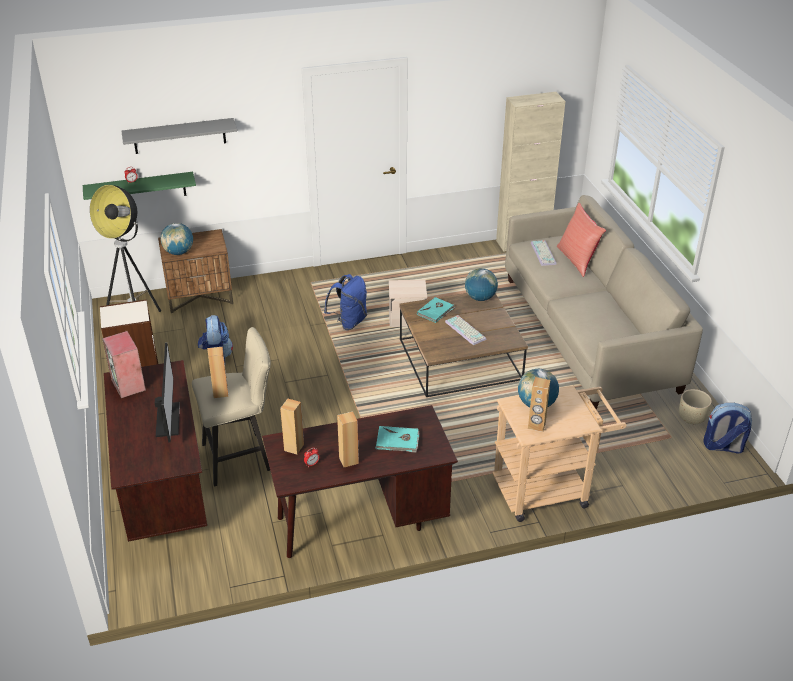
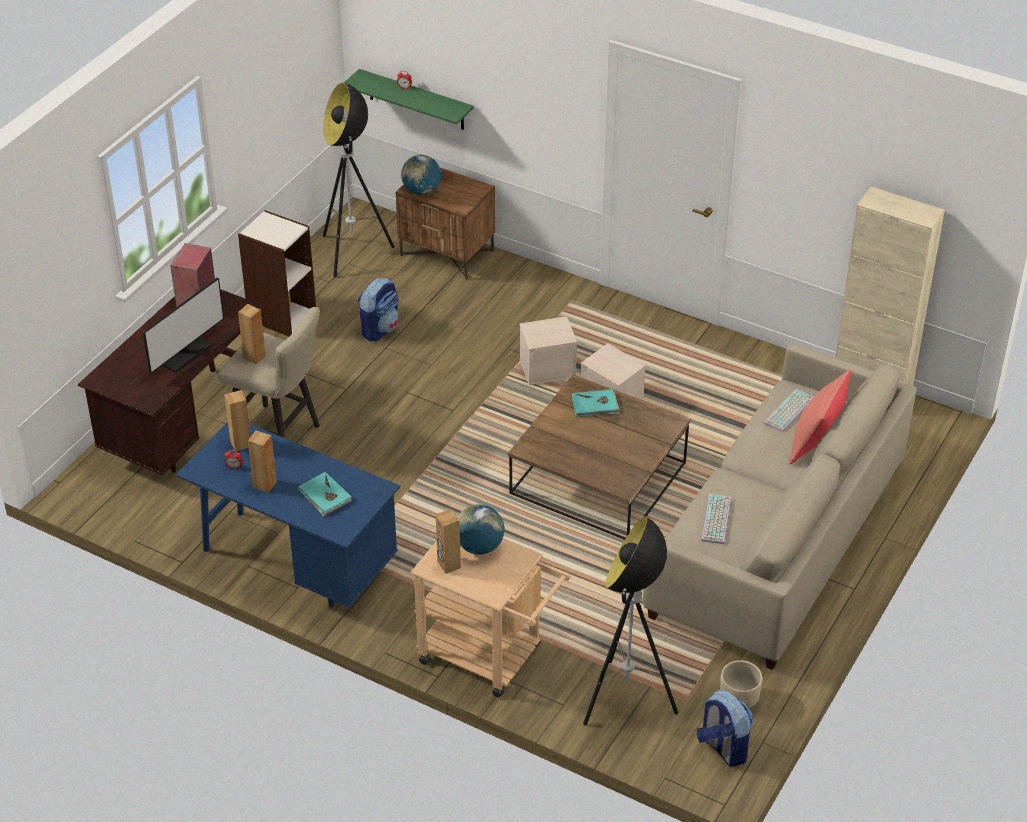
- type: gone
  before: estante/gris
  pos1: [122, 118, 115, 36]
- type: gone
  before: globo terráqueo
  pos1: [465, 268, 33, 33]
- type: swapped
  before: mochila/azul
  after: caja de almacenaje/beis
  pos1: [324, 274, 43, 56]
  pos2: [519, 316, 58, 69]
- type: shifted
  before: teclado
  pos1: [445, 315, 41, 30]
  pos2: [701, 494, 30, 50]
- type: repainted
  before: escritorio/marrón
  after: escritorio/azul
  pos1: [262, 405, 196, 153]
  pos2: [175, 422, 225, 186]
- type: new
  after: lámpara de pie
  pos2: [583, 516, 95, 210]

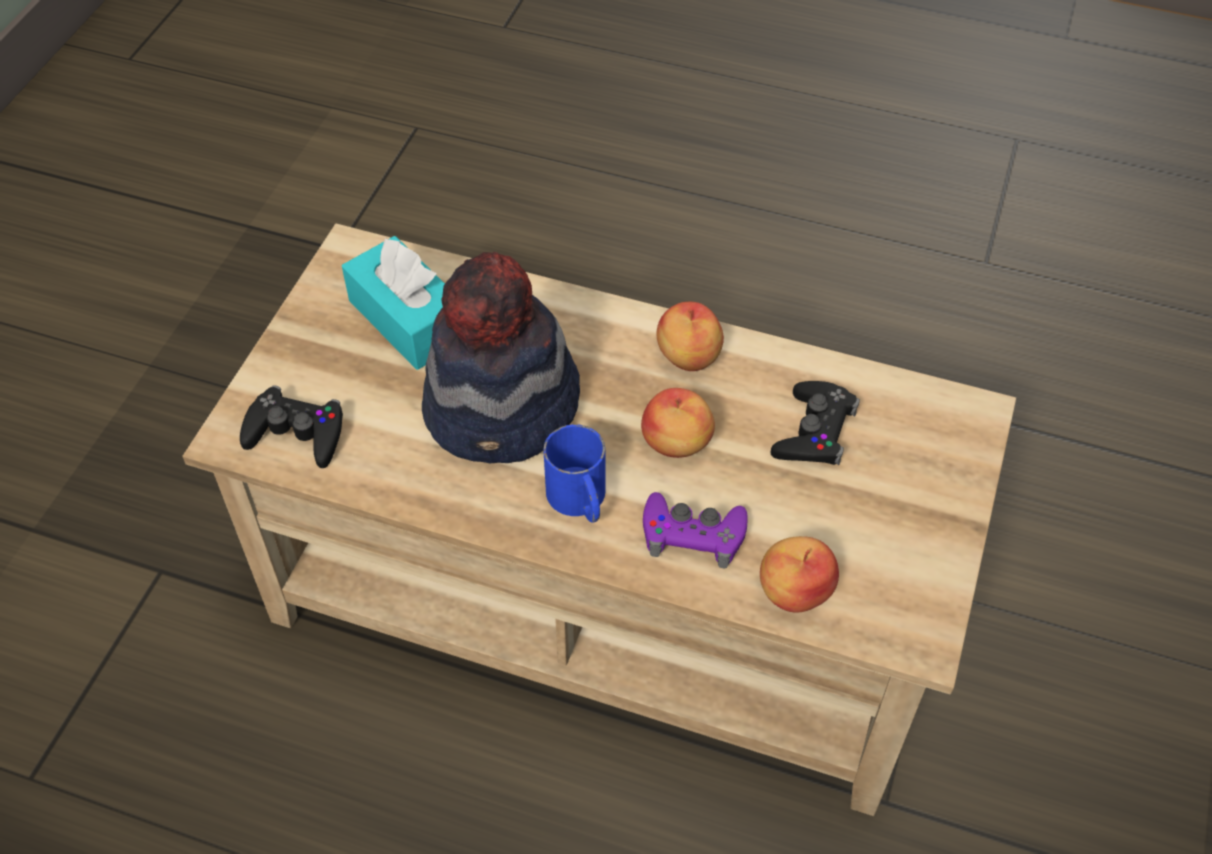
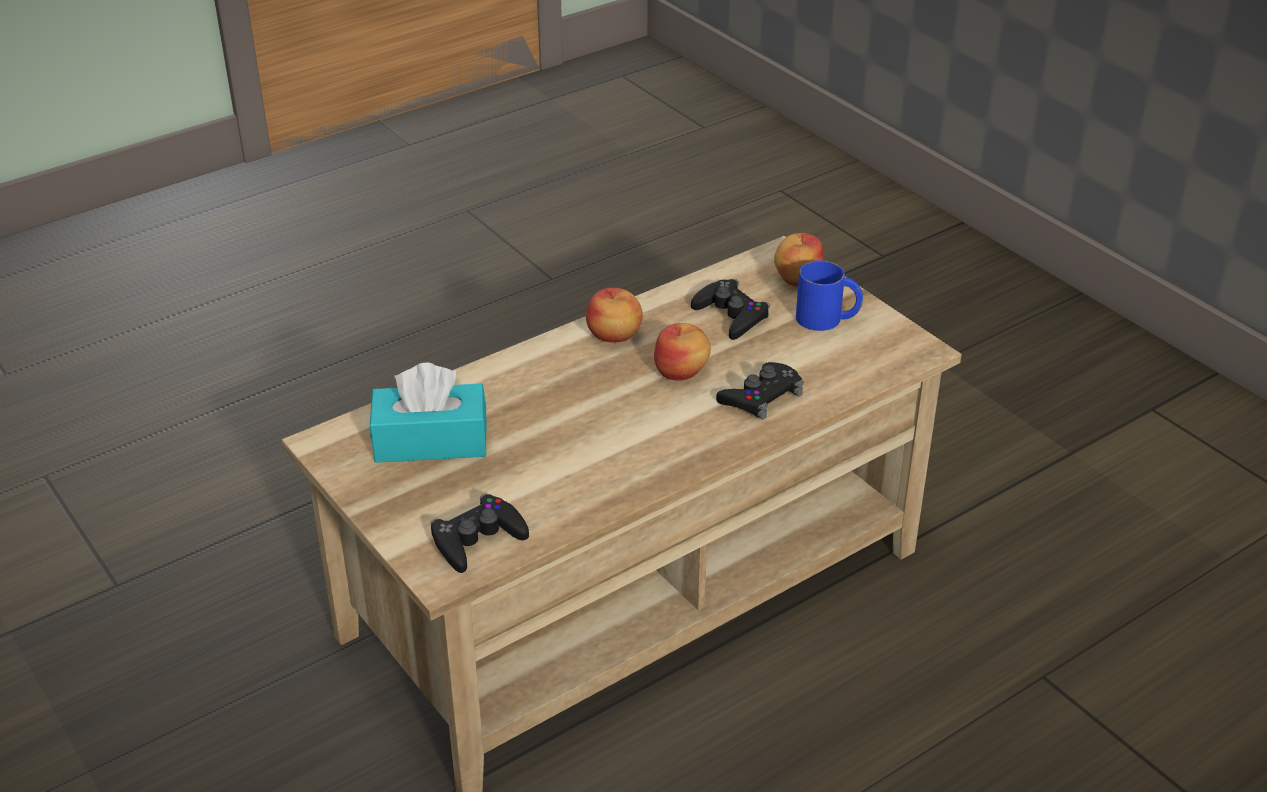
- type: gone
  before: sombrero
  pos1: [422, 252, 158, 211]
- type: shifted
  before: taza grande/azul
  pos1: [543, 424, 62, 98]
  pos2: [796, 260, 67, 71]
- type: repainted
  before: mando de consola/morado
  after: mando de consola/negro
  pos1: [643, 492, 105, 76]
  pos2: [716, 362, 88, 58]
- type: shifted
  before: manzana
  pos1: [760, 536, 79, 76]
  pos2: [774, 233, 50, 53]

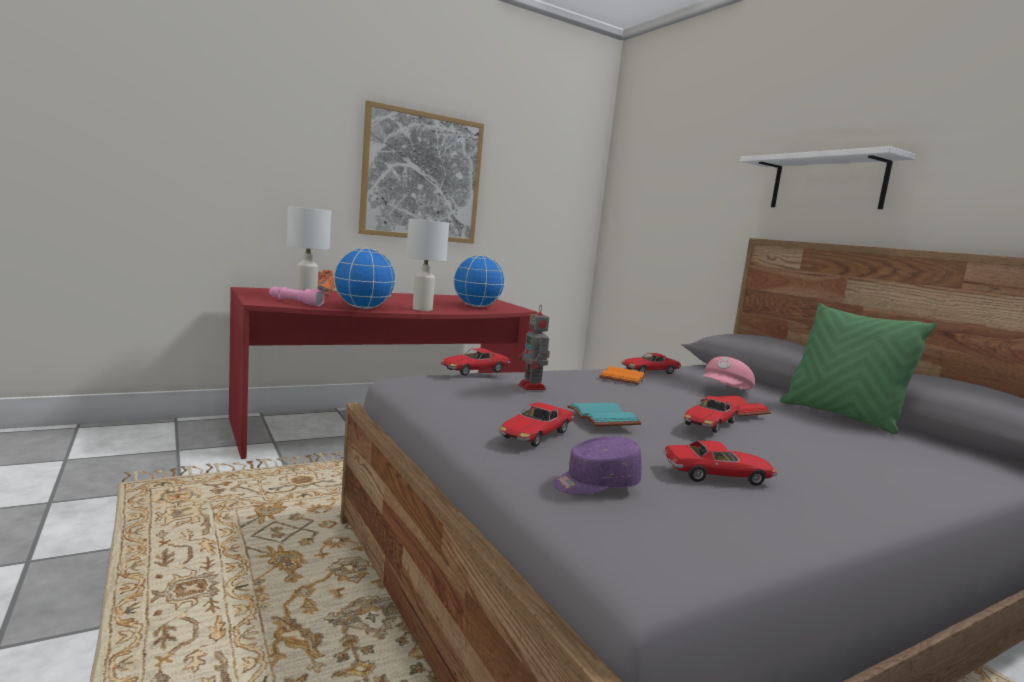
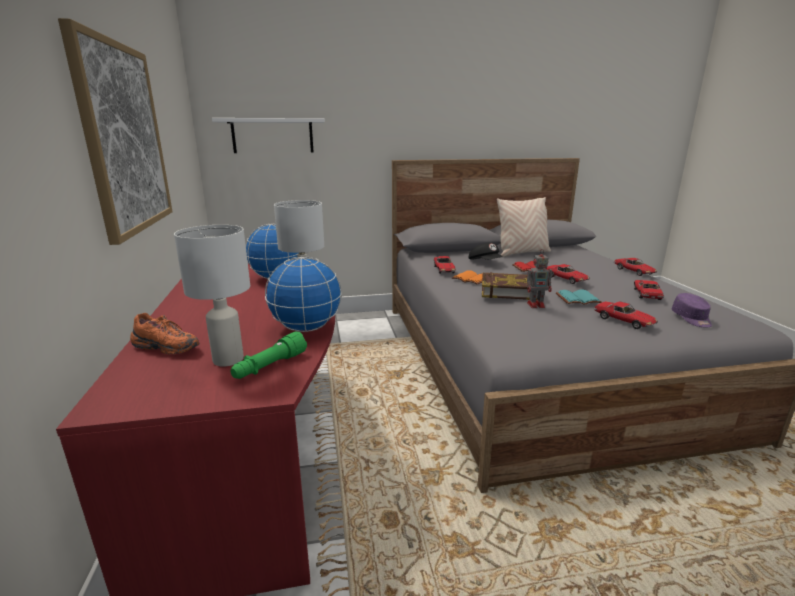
- type: shifted
  before: estante/blanco
  pos1: [740, 146, 175, 63]
  pos2: [212, 118, 113, 35]
- type: repainted
  before: linterna/rosa
  after: linterna/verde
  pos1: [269, 287, 56, 20]
  pos2: [231, 332, 76, 47]
- type: repainted
  before: cojín/verde
  after: cojín/beis
  pos1: [780, 303, 157, 131]
  pos2: [497, 197, 54, 60]
- type: shifted
  before: coche de juguete
  pos1: [440, 348, 70, 28]
  pos2: [614, 258, 44, 18]
- type: repainted
  before: gorra/rosa
  after: gorra/negro
  pos1: [702, 356, 53, 33]
  pos2: [468, 243, 35, 17]
- type: new
  after: libro
  pos2: [482, 272, 56, 28]

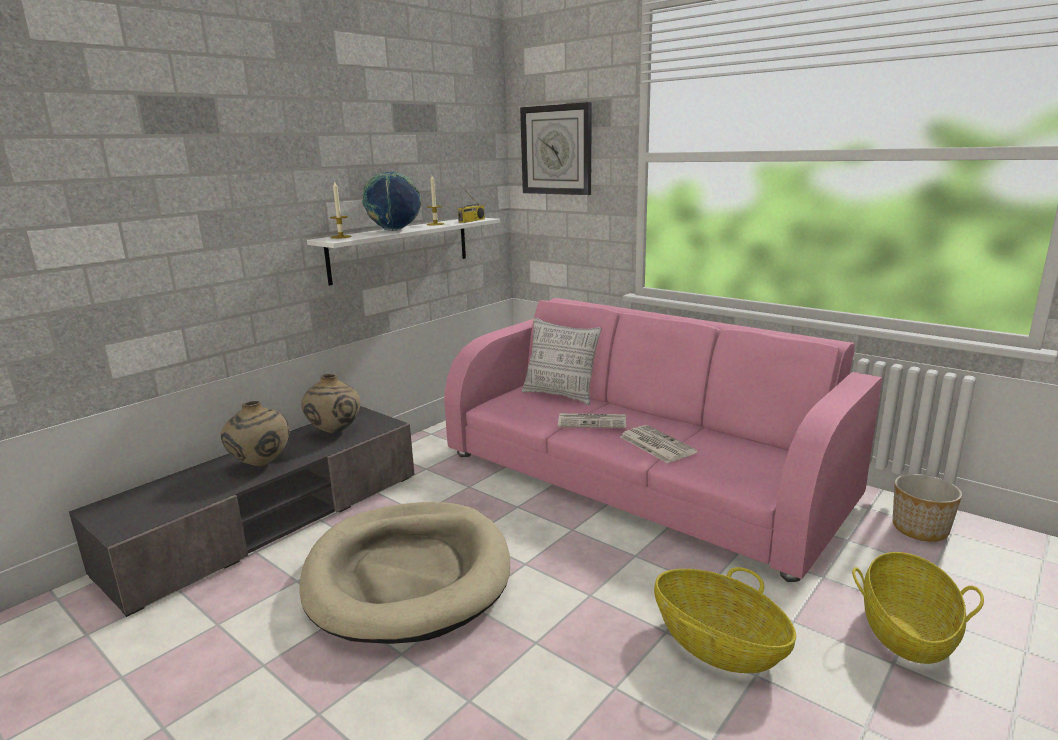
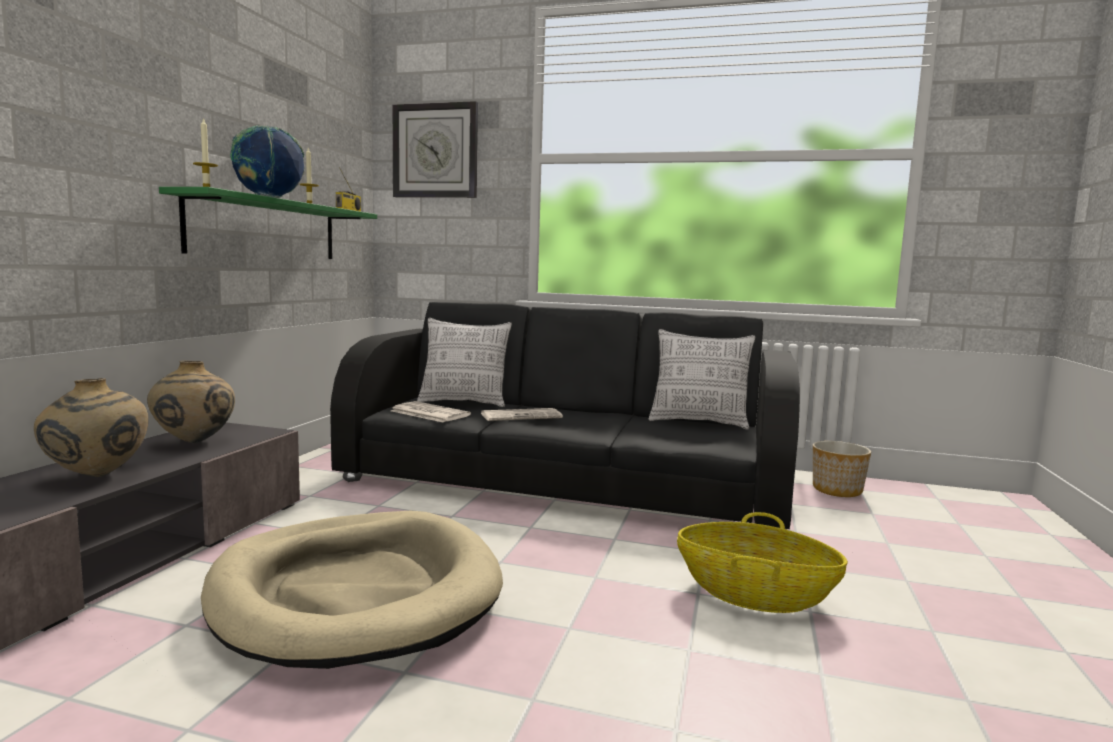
- type: repainted
  before: estante/blanco
  after: estante/verde
  pos1: [307, 218, 193, 68]
  pos2: [159, 187, 218, 72]
- type: repainted
  before: sofá/rosa
  after: sofá/negro
  pos1: [444, 298, 438, 284]
  pos2: [330, 302, 470, 227]
- type: shifted
  before: periódico
  pos1: [620, 425, 77, 38]
  pos2: [391, 401, 80, 21]
- type: gone
  before: cesta
  pos1: [852, 552, 132, 112]
- type: new
  after: cojín
  pos2: [649, 329, 106, 101]

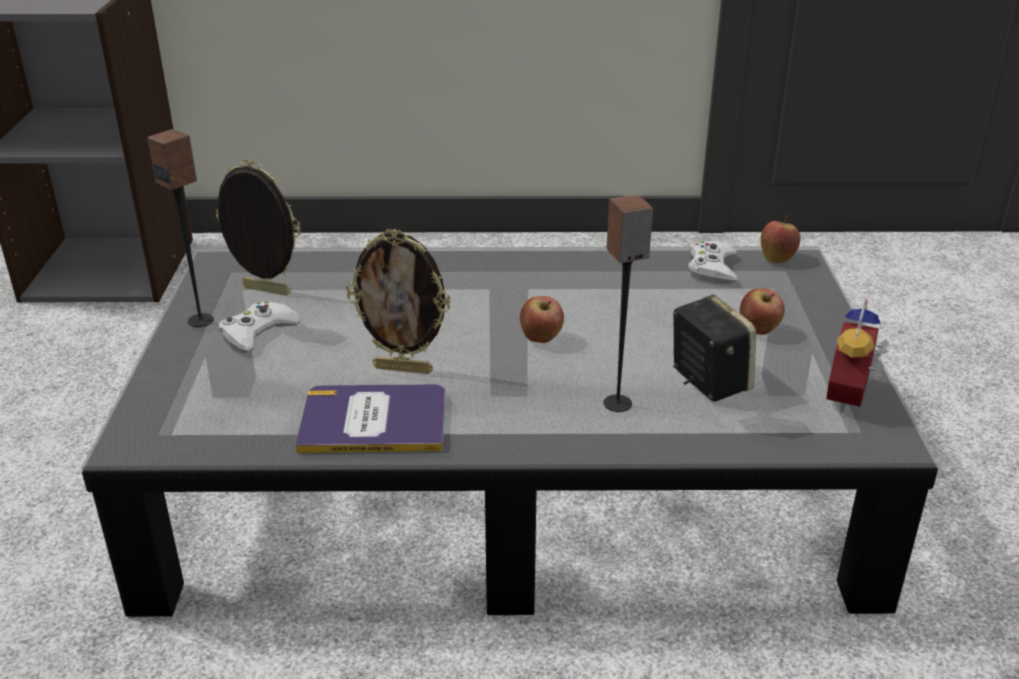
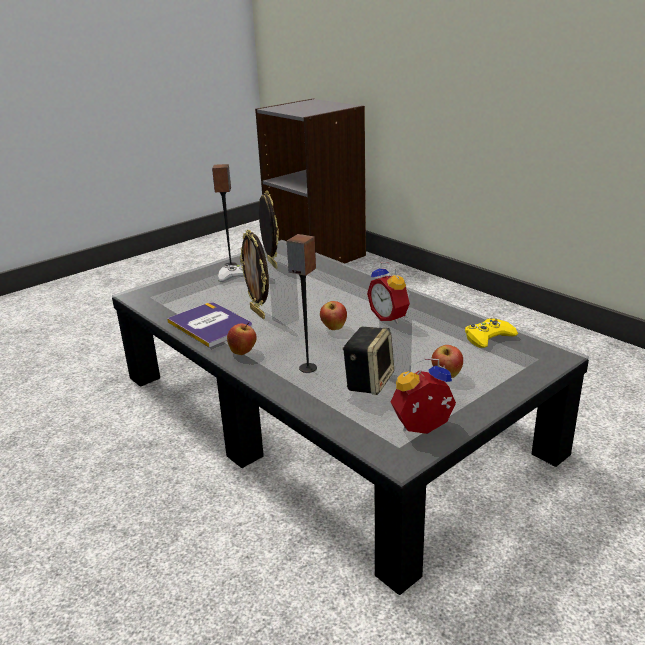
- type: shifted
  before: manzana
  pos1: [761, 215, 39, 48]
  pos2: [227, 322, 30, 33]
- type: repainted
  before: mando de consola/blanco
  after: mando de consola/amarillo
  pos1: [688, 241, 50, 43]
  pos2: [465, 318, 53, 30]
- type: new
  after: despertador
  pos2: [367, 262, 43, 62]

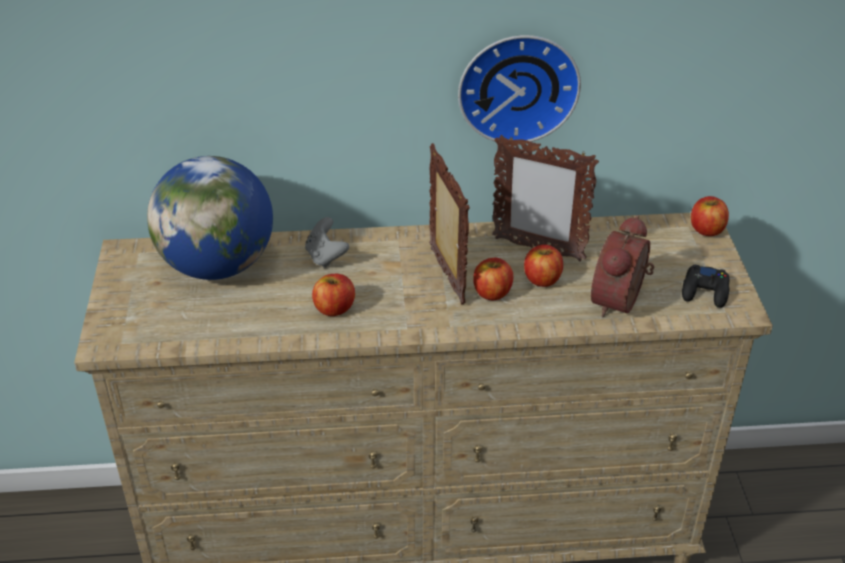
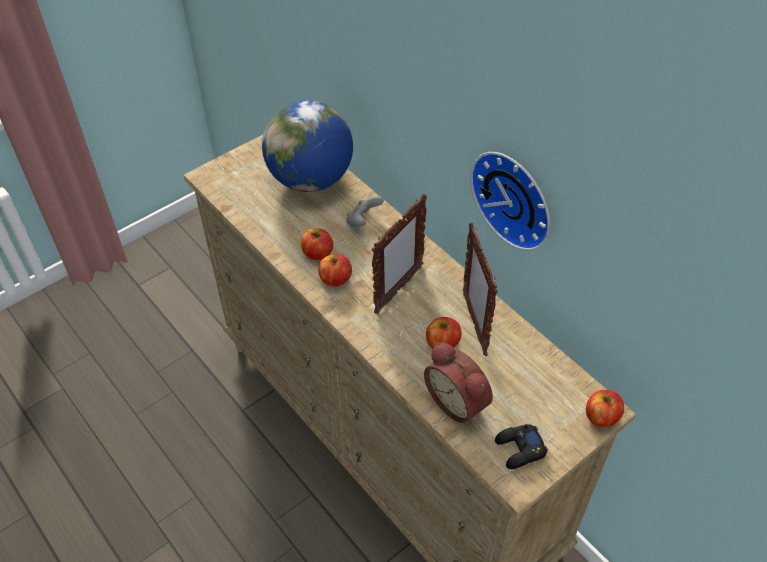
- type: rotated
  before: despertador
  pos1: [591, 215, 63, 103]
  pos2: [424, 342, 69, 82]
  turn: -120
- type: shifted
  before: manzana
  pos1: [473, 258, 40, 42]
  pos2: [318, 254, 34, 32]

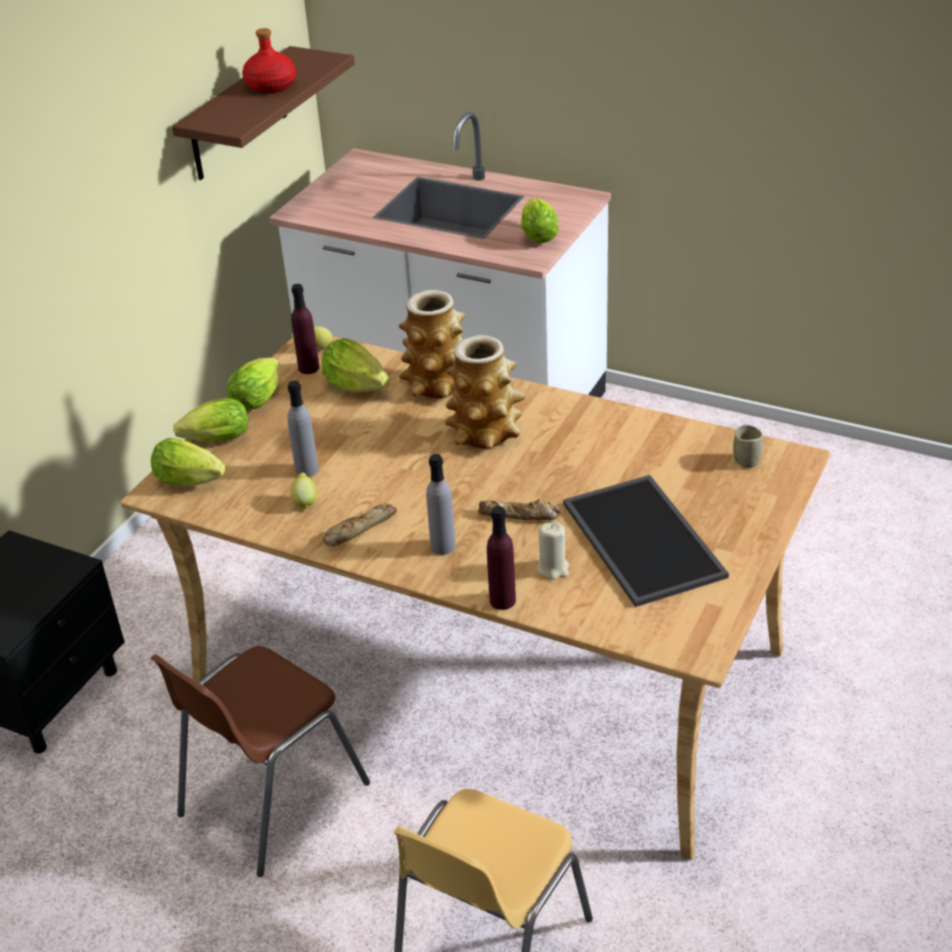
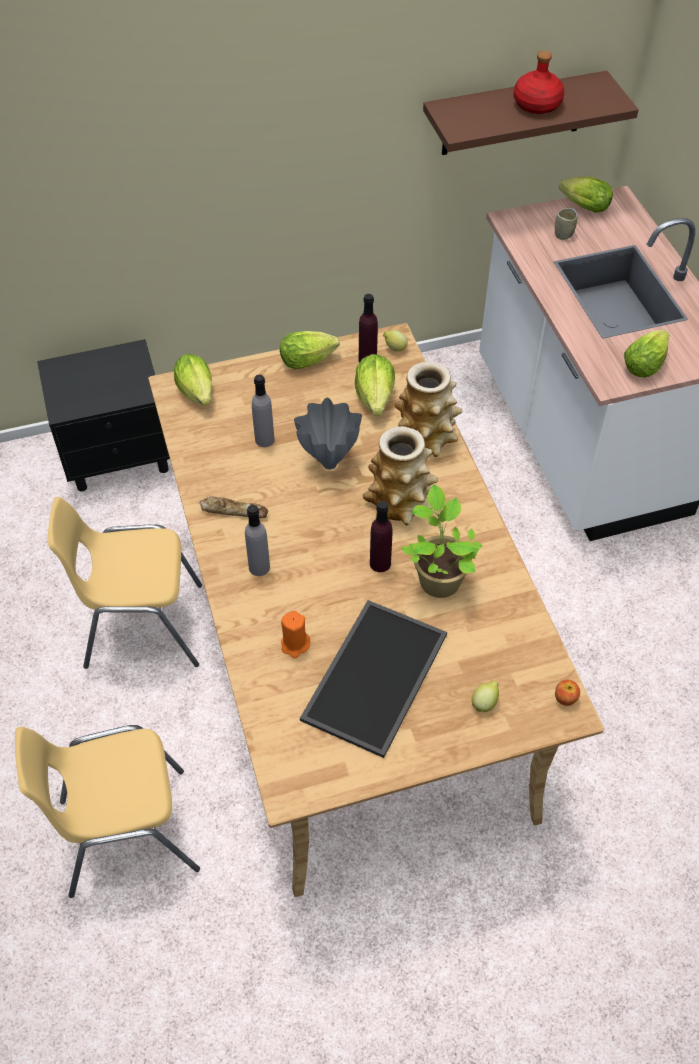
- type: shifted
  before: lechuga
  pos1: [173, 398, 75, 43]
  pos2: [559, 177, 54, 36]
- type: shifted
  before: taza
  pos1: [733, 425, 30, 43]
  pos2: [555, 208, 22, 32]
- type: shifted
  before: limón
  pos1: [290, 473, 26, 37]
  pos2: [472, 681, 27, 32]
- type: gone
  before: pan
  pos1: [478, 499, 83, 21]
- type: shifted
  before: botella/morado
  pos1: [487, 506, 29, 104]
  pos2: [370, 501, 22, 71]
- type: repainted
  before: vela/beis
  after: vela/naranja
  pos1: [537, 521, 32, 59]
  pos2: [281, 611, 29, 47]
- type: repainted
  before: silla/marrón
  after: silla/amarillo
  pos1: [150, 646, 220, 231]
  pos2: [48, 497, 154, 172]
- type: new
  after: florero/gris
  pos2: [294, 398, 68, 71]
- type: new
  after: planta en maceta
  pos2: [401, 484, 82, 114]
- type: new
  after: manzana
  pos2: [555, 680, 25, 26]

